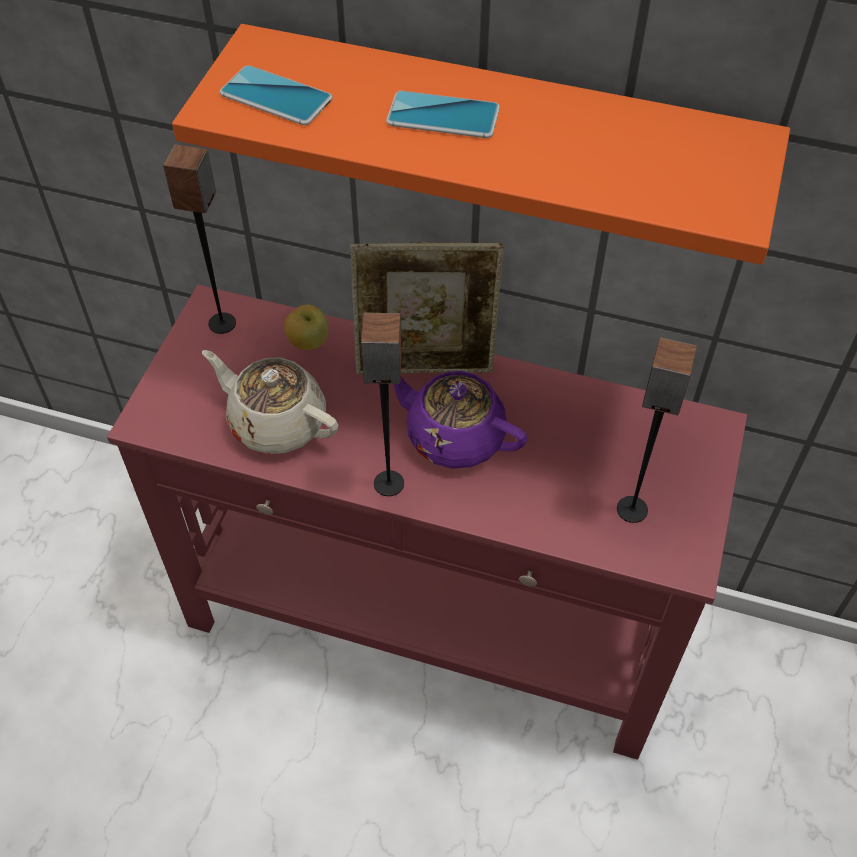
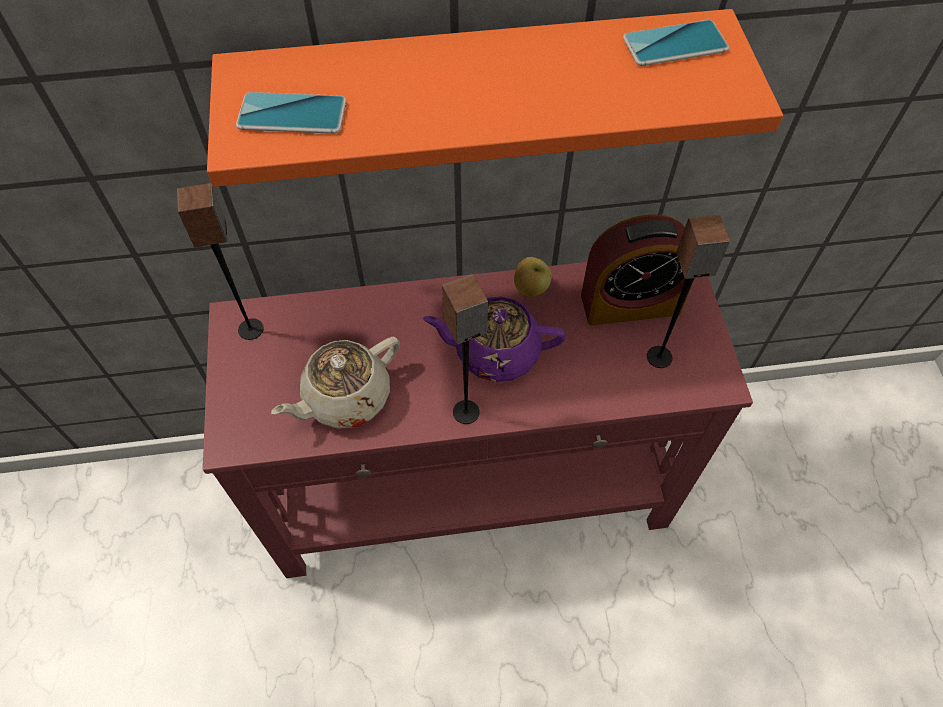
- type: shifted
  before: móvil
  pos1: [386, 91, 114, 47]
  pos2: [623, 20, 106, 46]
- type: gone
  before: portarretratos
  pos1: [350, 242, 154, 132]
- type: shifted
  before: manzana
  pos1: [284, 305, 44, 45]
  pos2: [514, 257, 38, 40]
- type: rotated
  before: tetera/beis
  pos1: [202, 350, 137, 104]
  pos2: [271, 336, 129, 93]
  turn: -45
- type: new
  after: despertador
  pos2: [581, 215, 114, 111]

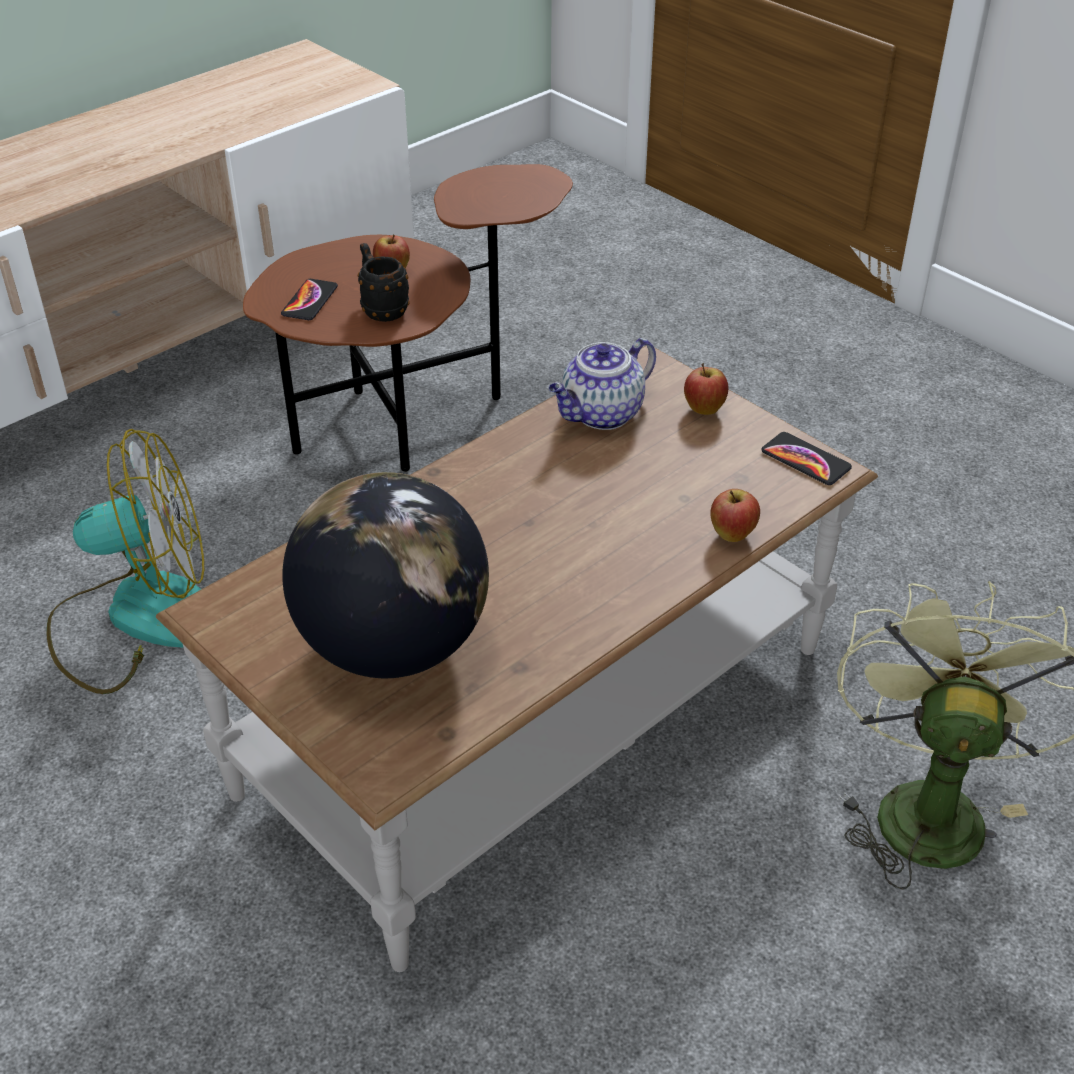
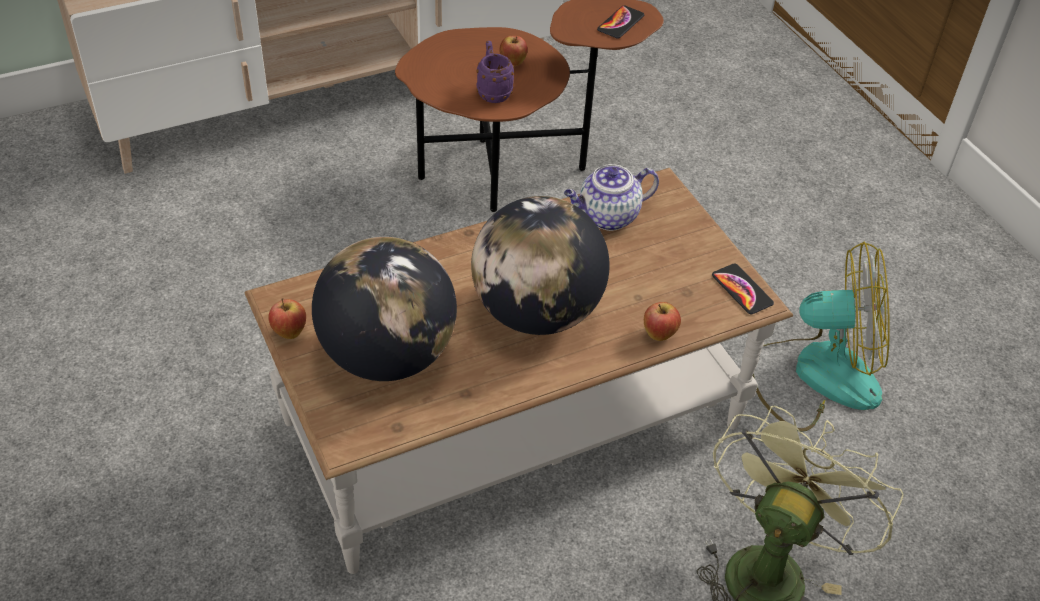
- type: repainted
  before: taza grande/negro
  after: taza grande/morado
  pos1: [358, 243, 52, 79]
  pos2: [476, 41, 38, 62]
- type: shifted
  before: móvil
  pos1: [281, 279, 57, 41]
  pos2: [597, 6, 47, 32]
- type: shifted
  before: manzana
  pos1: [684, 363, 45, 52]
  pos2: [268, 298, 38, 41]
- type: shifted
  before: ventilador
  pos1: [46, 429, 158, 265]
  pos2: [753, 242, 137, 190]
- type: new
  after: globo terráqueo
  pos2: [471, 196, 139, 139]

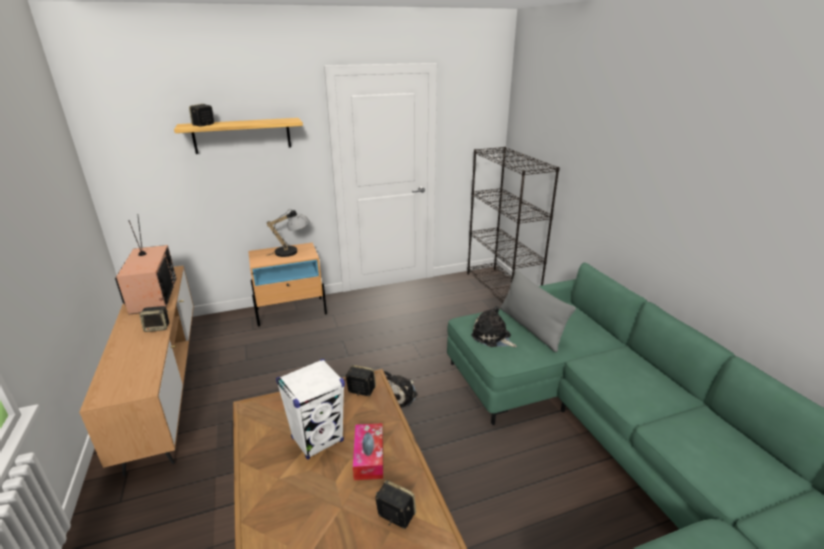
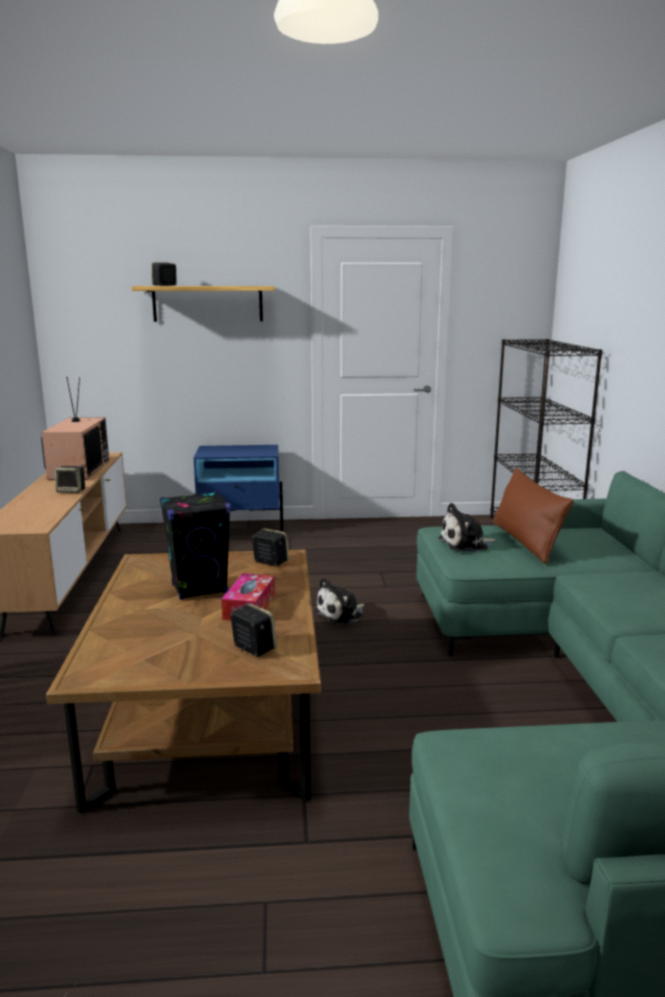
- type: gone
  before: lámpara de mesa
  pos1: [267, 209, 43, 48]
- type: repainted
  before: mesita de noche/beis
  after: mesita de noche/azul
  pos1: [248, 242, 79, 85]
  pos2: [194, 445, 89, 87]
- type: repainted
  before: cojín/gris
  after: cojín/marrón
  pos1: [500, 269, 76, 83]
  pos2: [493, 468, 81, 96]
- type: rotated
  before: peluche
  pos1: [471, 305, 46, 42]
  pos2: [438, 503, 58, 49]
  turn: -75
- type: repainted
  before: altavoz/blanco
  after: altavoz/negro
  pos1: [276, 359, 69, 101]
  pos2: [160, 491, 71, 109]

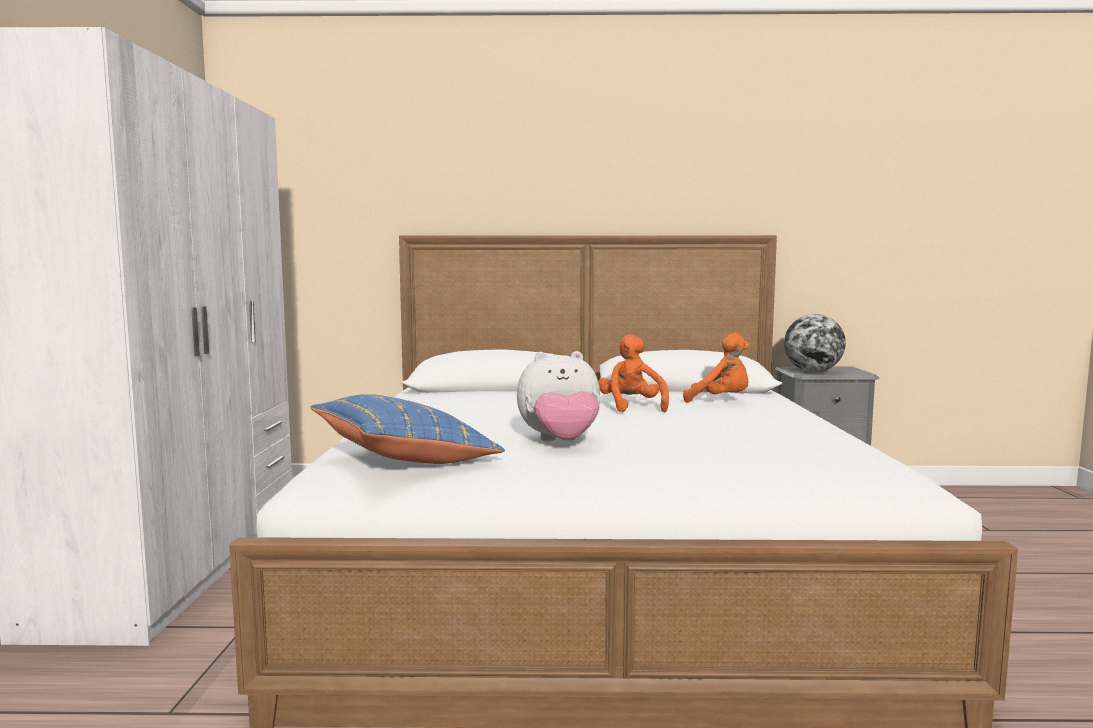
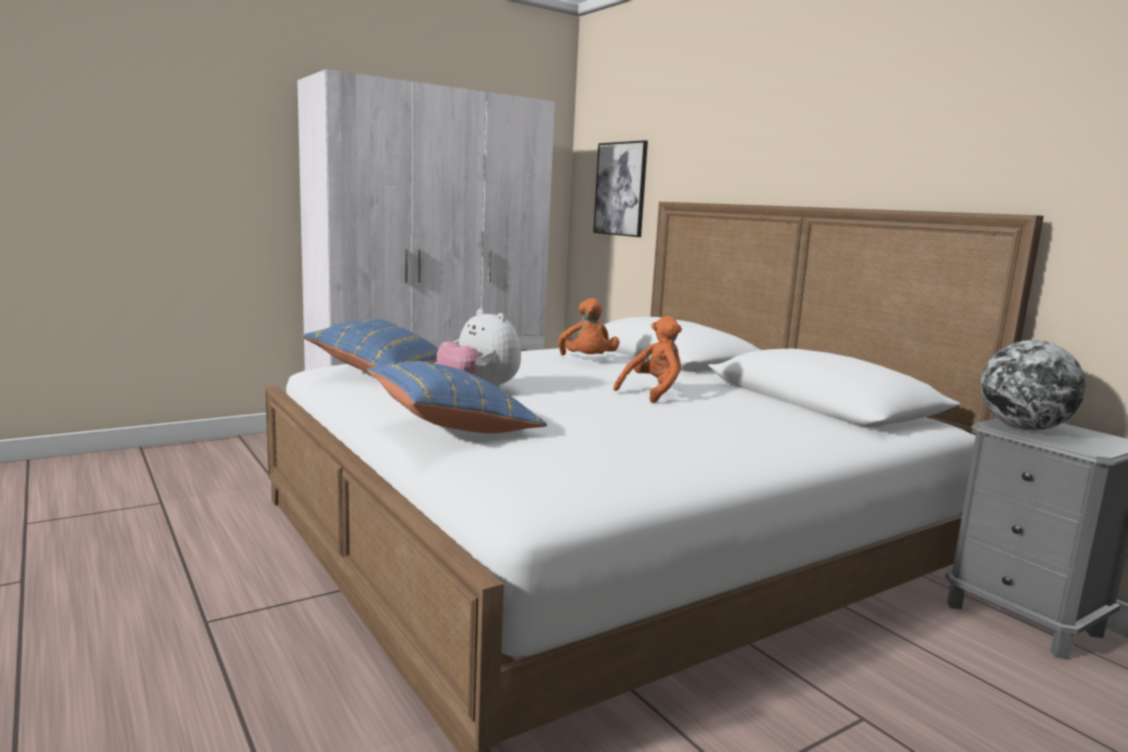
- type: shifted
  before: peluche/naranja
  pos1: [683, 333, 66, 70]
  pos2: [558, 298, 62, 58]
- type: new
  after: cuadro
  pos2: [593, 140, 55, 97]
- type: new
  after: cojín/azul
  pos2: [367, 361, 180, 72]

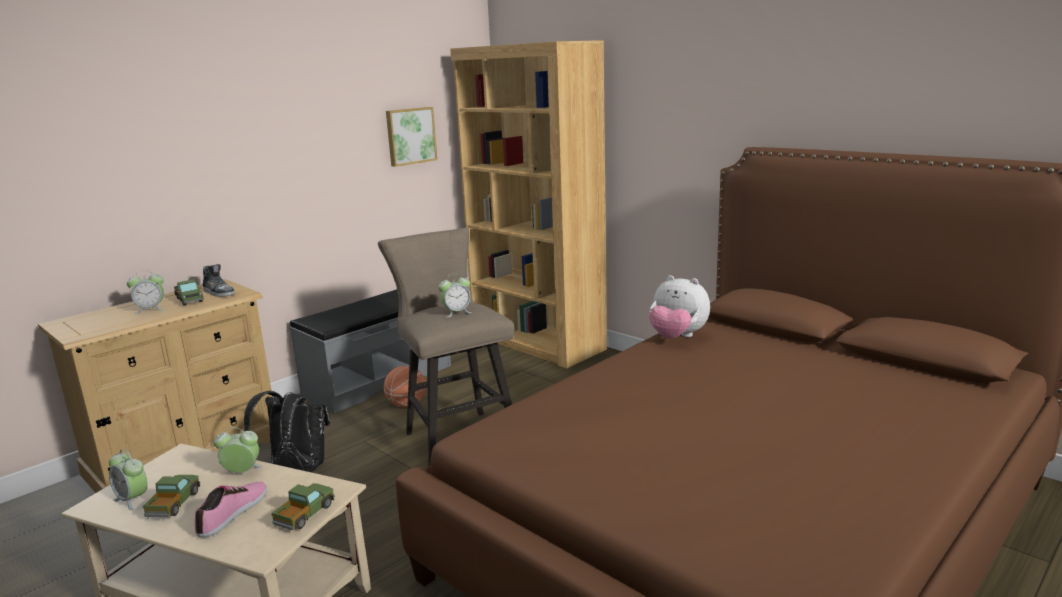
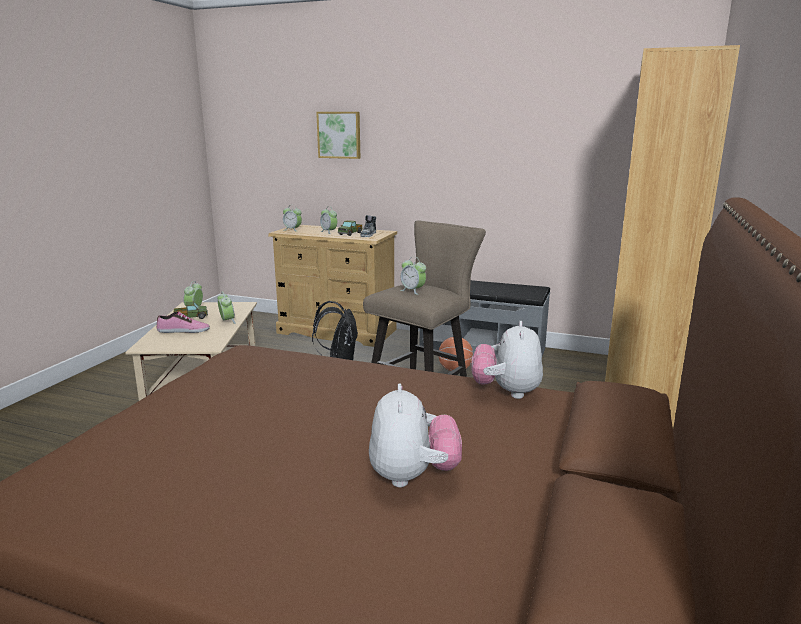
- type: shifted
  before: cuadro
  pos1: [386, 107, 52, 60]
  pos2: [316, 112, 44, 47]
- type: gone
  before: camión de juguete
  pos1: [272, 483, 63, 47]
- type: new
  after: despertador
  pos2: [283, 205, 19, 27]
- type: new
  after: peluche
  pos2: [369, 383, 93, 104]

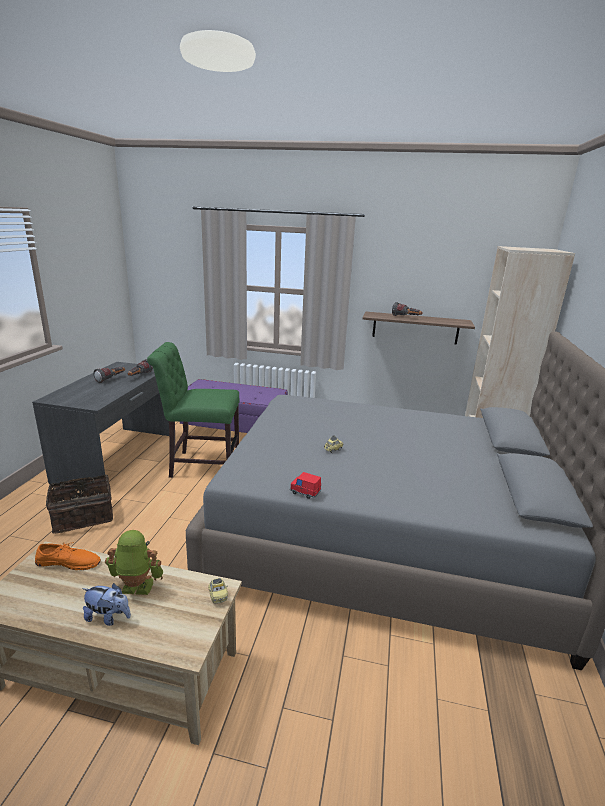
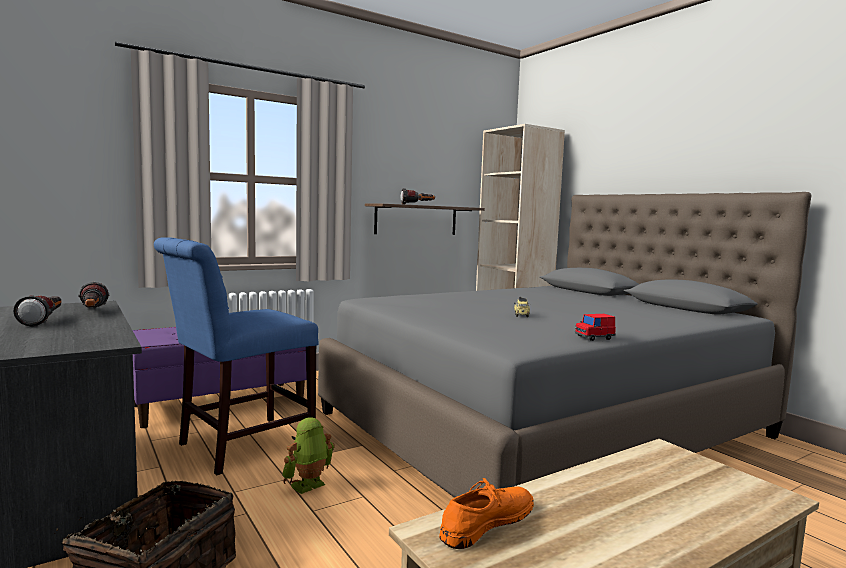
- type: repainted
  before: silla/verde
  after: silla/azul
  pos1: [147, 342, 93, 136]
  pos2: [154, 237, 165, 238]
- type: shifted
  before: robot de juguete
  pos1: [105, 530, 58, 65]
  pos2: [282, 417, 53, 77]
- type: gone
  before: coche de juguete
  pos1: [208, 578, 20, 26]
- type: gone
  before: peluche
  pos1: [82, 583, 49, 43]

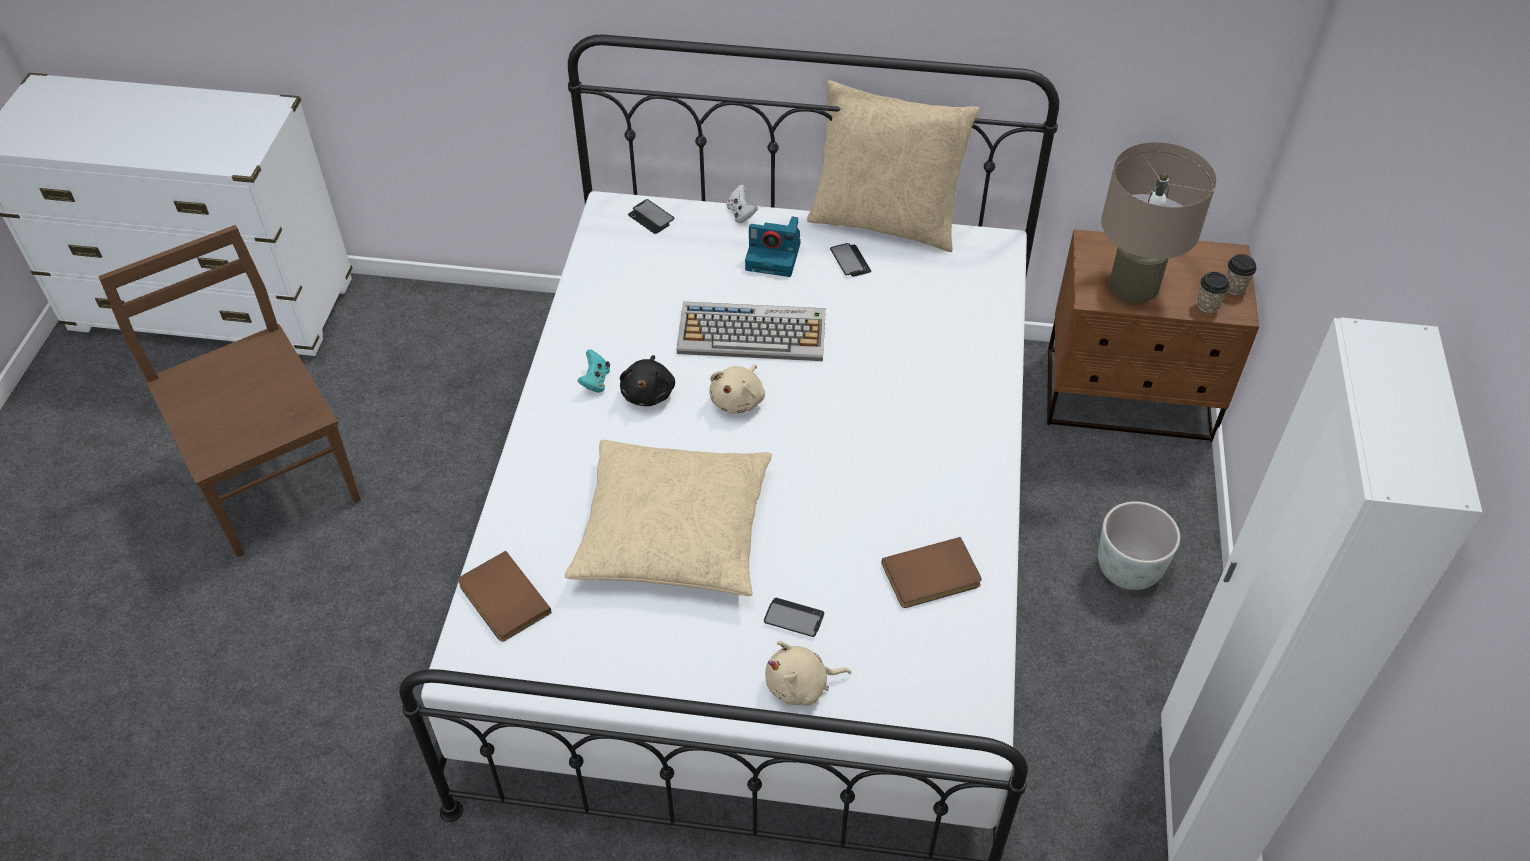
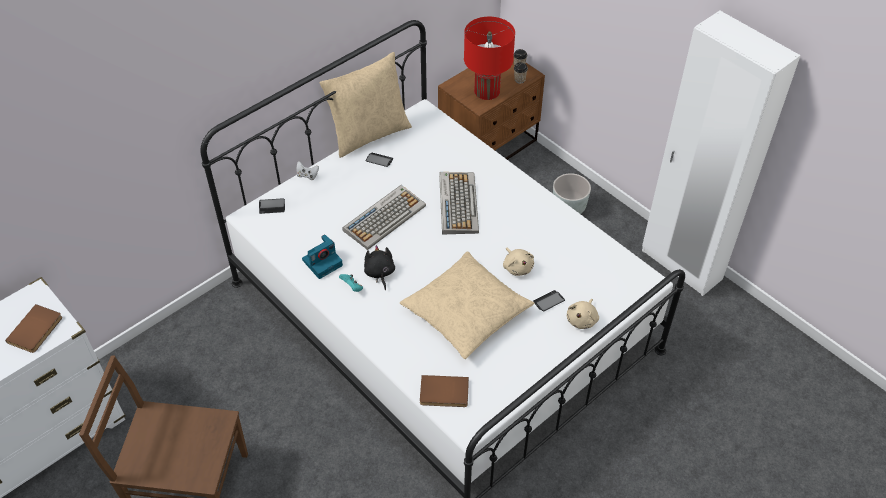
- type: repainted
  before: lámpara de mesa/beis
  after: lámpara de mesa/rojo
  pos1: [1101, 142, 116, 161]
  pos2: [464, 17, 51, 83]
- type: shifted
  before: cámara
  pos1: [745, 217, 56, 60]
  pos2: [302, 234, 41, 45]
- type: rotated
  before: peluche/negro
  pos1: [620, 355, 55, 51]
  pos2: [364, 245, 31, 45]
  turn: -150
- type: shifted
  before: peluche/beis
  pos1: [709, 365, 56, 49]
  pos2: [503, 248, 31, 28]
- type: shifted
  before: libro/marrón
  pos1: [882, 537, 100, 71]
  pos2: [5, 304, 57, 49]
- type: new
  after: teclado
  pos2: [439, 172, 40, 63]

